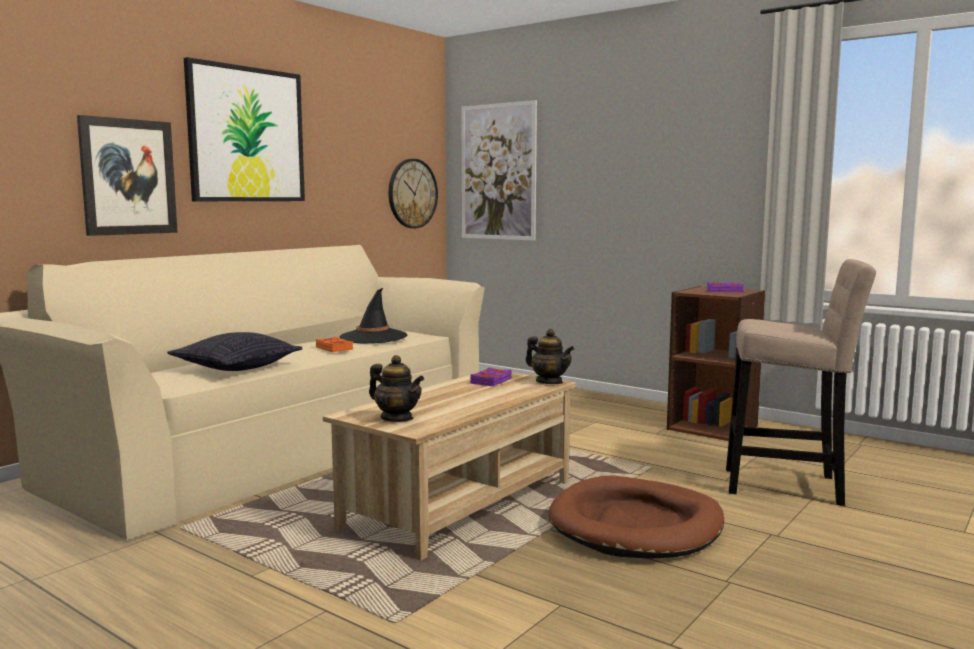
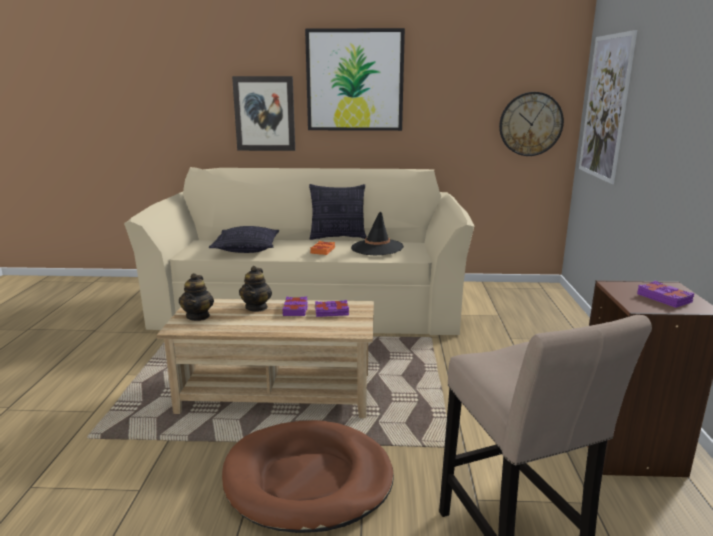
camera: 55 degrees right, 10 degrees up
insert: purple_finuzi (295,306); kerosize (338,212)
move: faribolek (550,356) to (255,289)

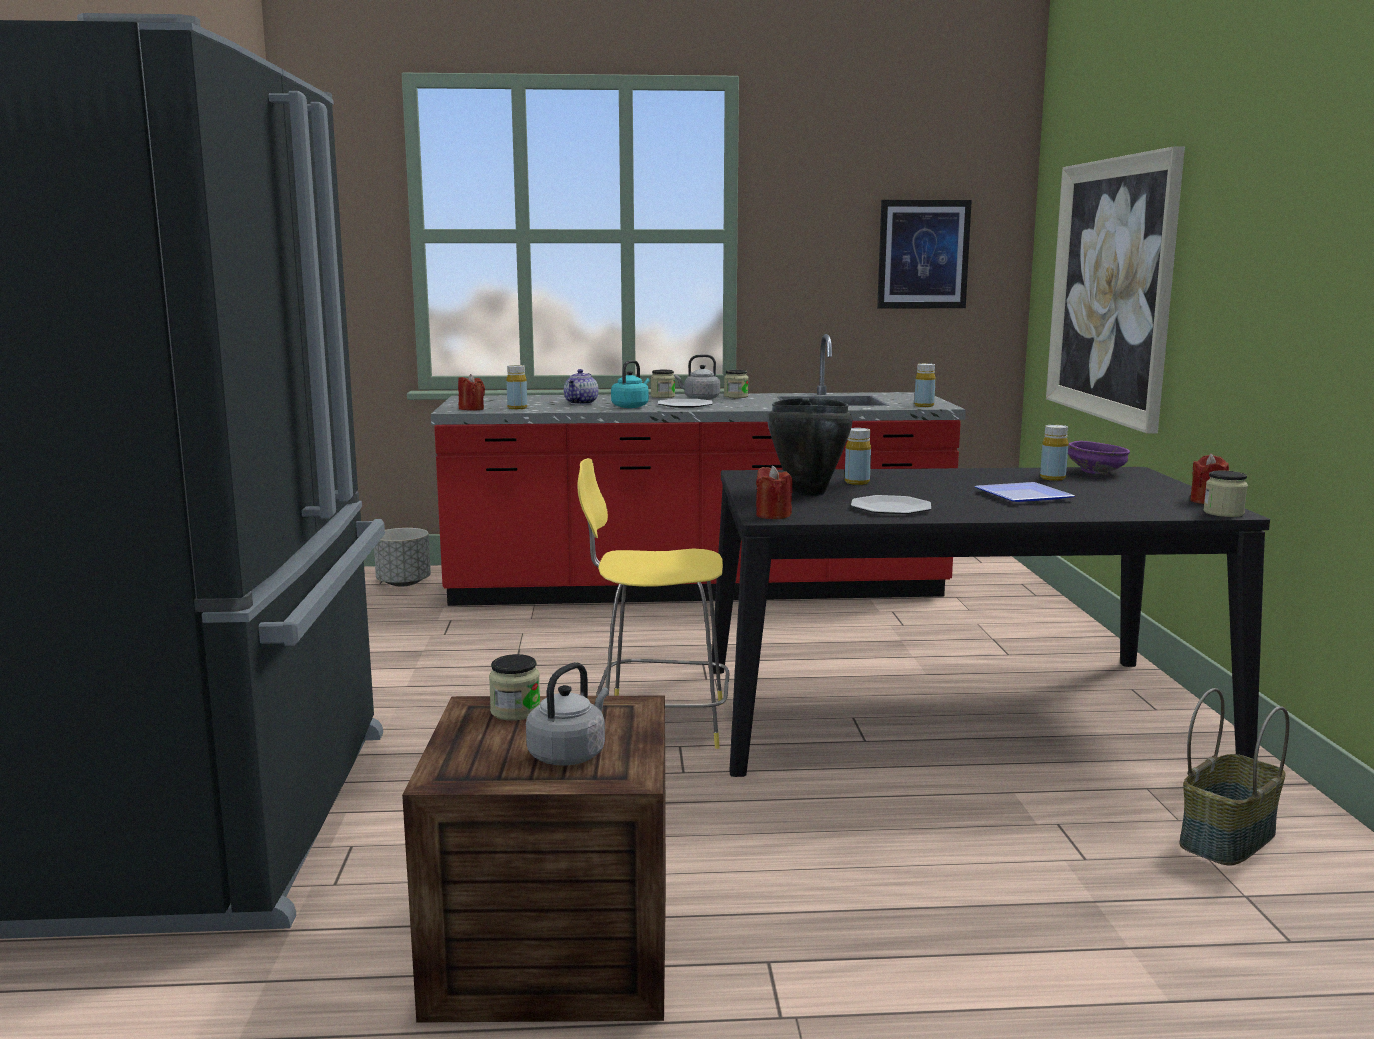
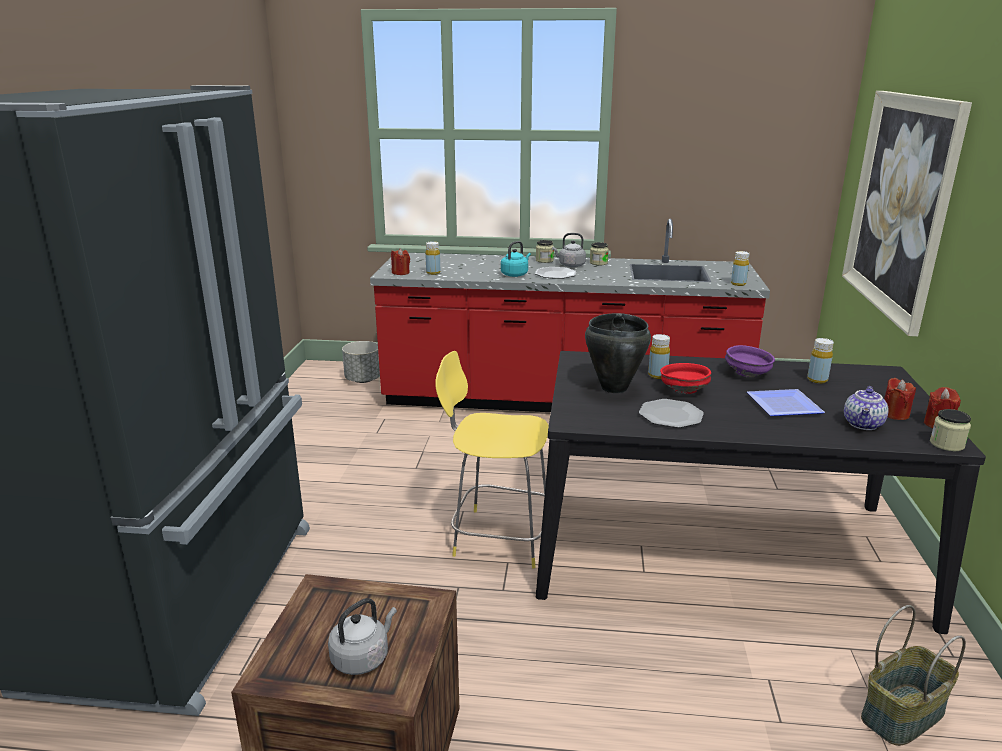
camera: 10 degrees right, 10 degrees up
delete: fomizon (514,687); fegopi (924,254)
insert: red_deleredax (685,378)
move: faribolek (581,387) to (866,408); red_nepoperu (774,492) to (900,399); purple_deleredax (1099,458) to (750,361)

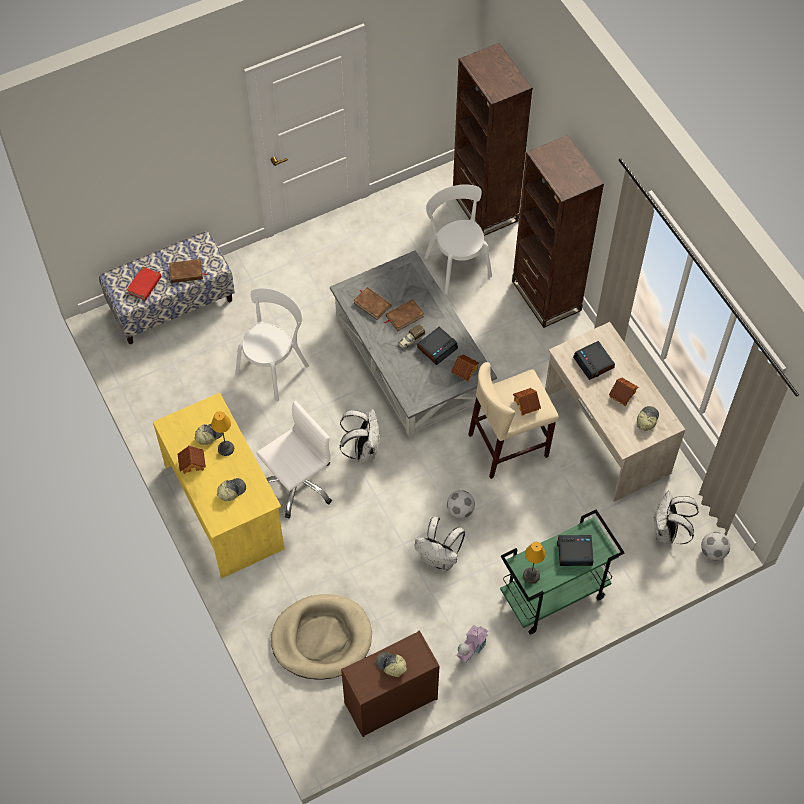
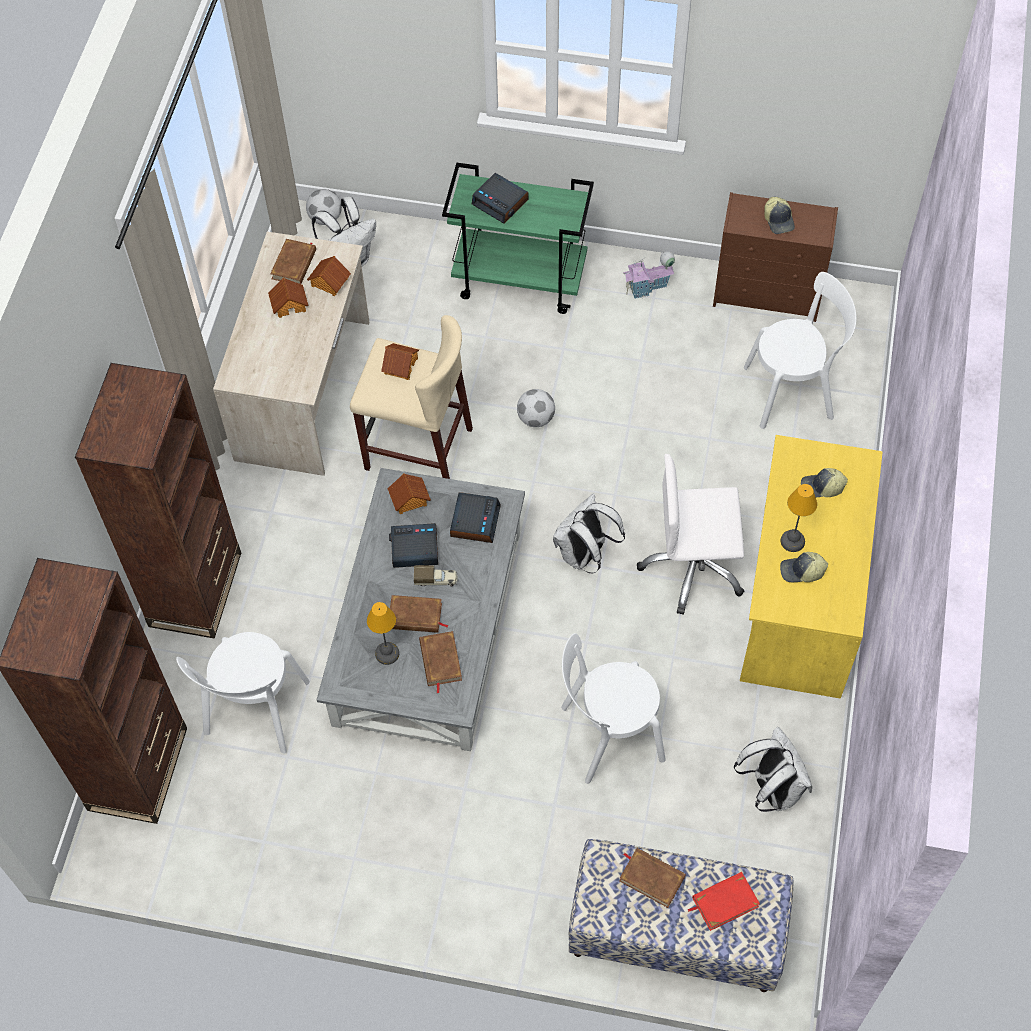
camera: 140 degrees left, 0 degrees up
move: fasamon (192,459) to (329,276); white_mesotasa (439,544) to (773,769); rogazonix (534,563) to (383,633); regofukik (594,360) to (475,517)
replace: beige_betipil (321,636) to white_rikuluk (800,350); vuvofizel (648,418) to brown_finuzi (293,261)

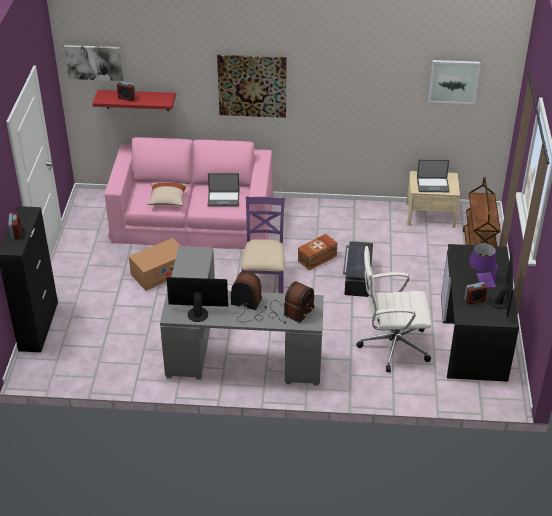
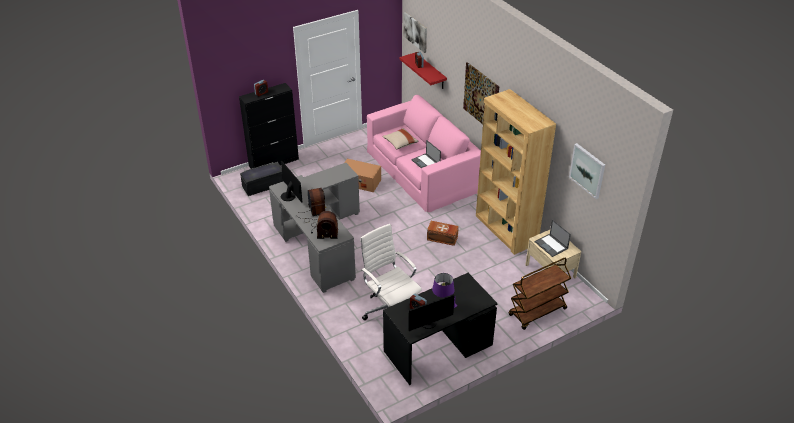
camera: 55 degrees right, 0 degrees up
delete: purple_rikuluk (263,244)
insert: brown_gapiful (516,172)
move: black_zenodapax (358,269) to (261,179)

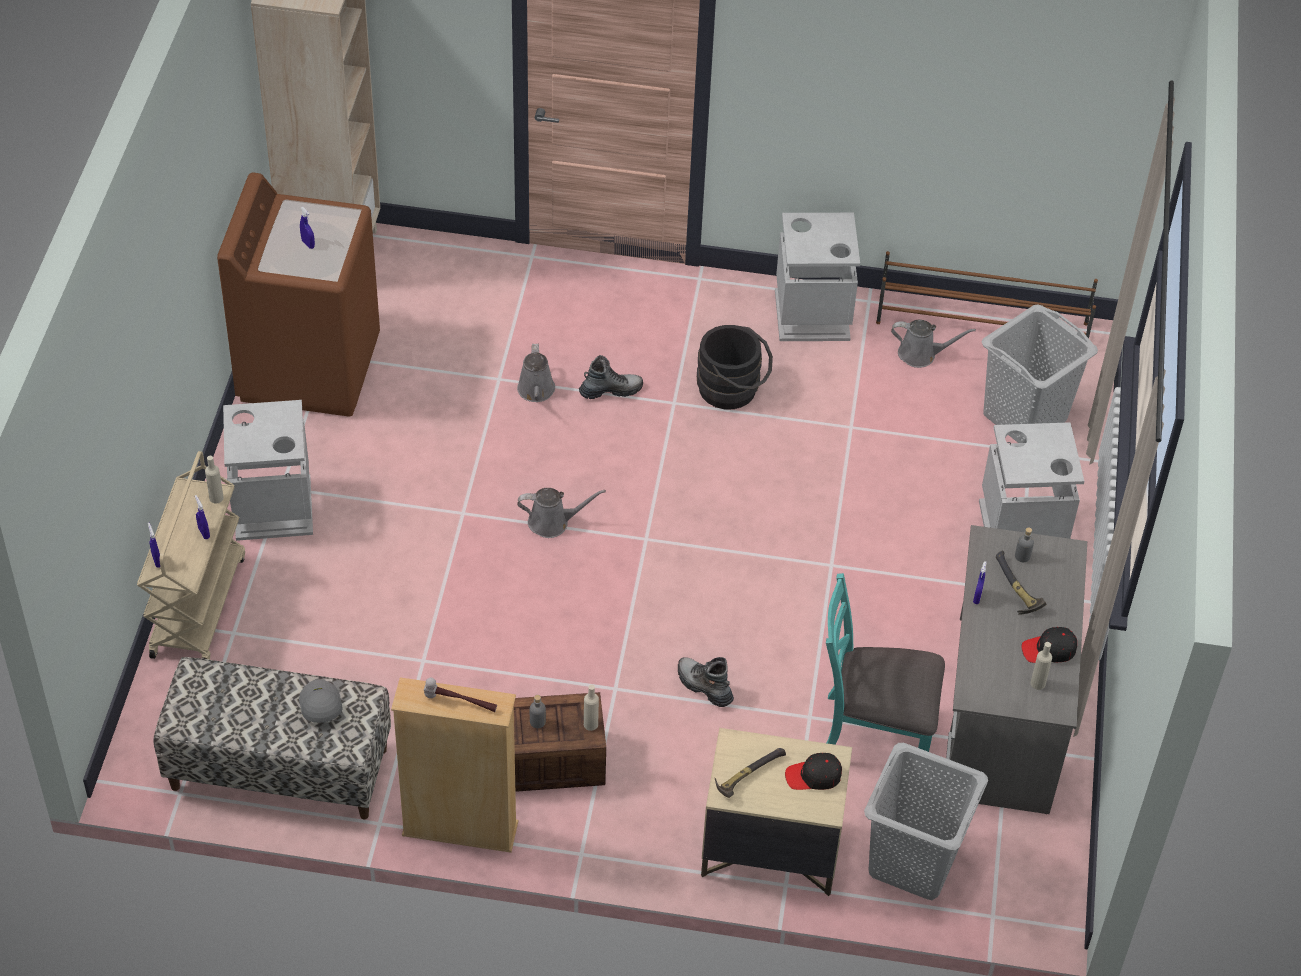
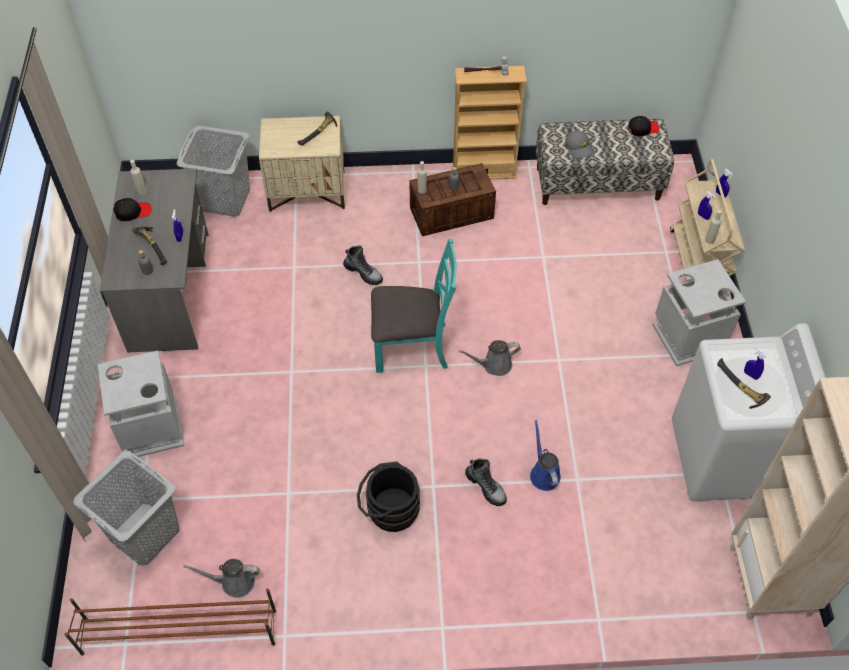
camera: 170 degrees right, 5 degrees up
delete: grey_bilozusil (817,277)
insert: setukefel (744,383)
move: black_vuvofizel (813,771) to (643,126); turquoise_rikuluk (885,662) to (414,306)
recolor: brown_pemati (298,295) to white_pemati (749,412); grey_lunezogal (536,373) to blue_lunezogal (545,455)
rotate: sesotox (611,377) = (486,482) 105 degrees counterclockwise

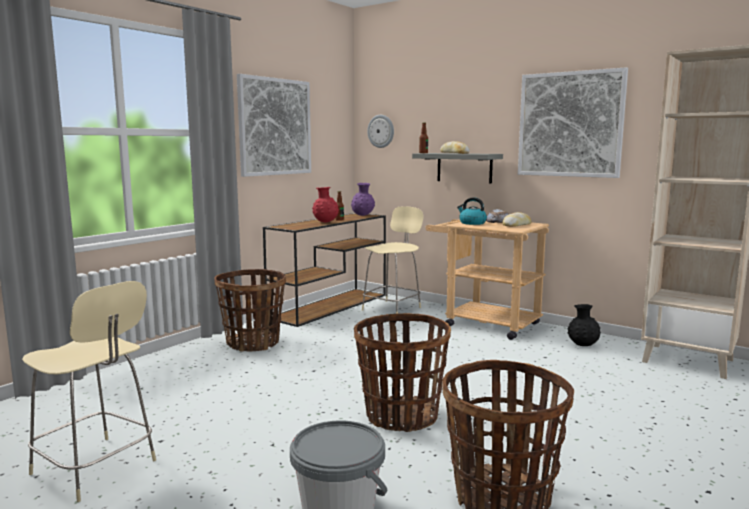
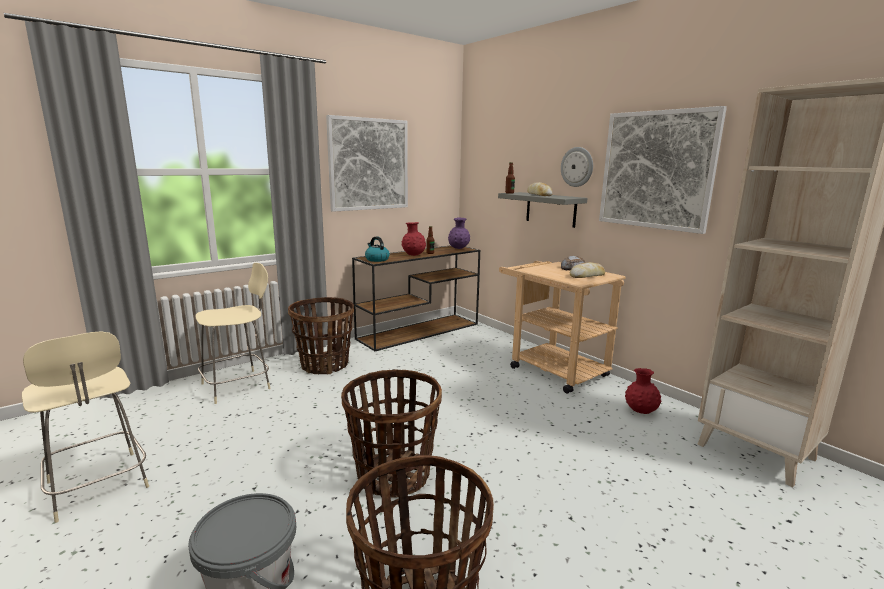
camera: 15 degrees right, 5 degrees up
move: beige_rikuluk (393,259) to (233,333); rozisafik (380,131) to (577,167); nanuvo (472,211) to (377,249)
recolor: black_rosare (584,325) to red_rosare (643,391)

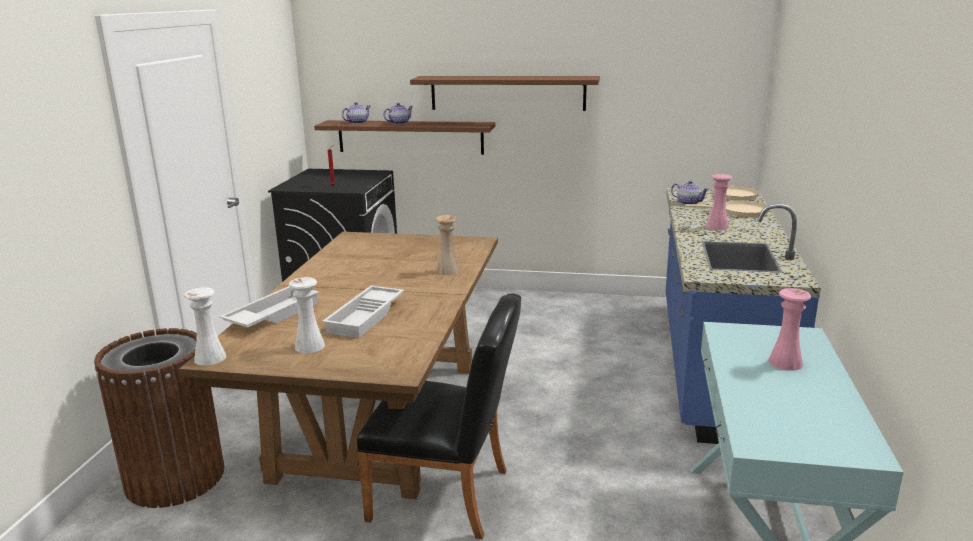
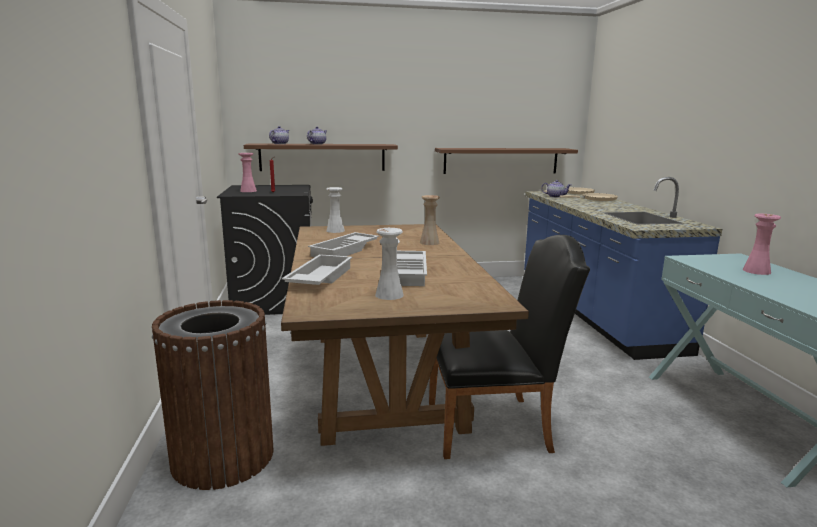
camera: 20 degrees left, 5 degrees down
insert: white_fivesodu (343,244)
move: white_rosare (205,326) to (335,210); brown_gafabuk (505,93) to (506,161); pink_rosare (719,202) to (248,172)

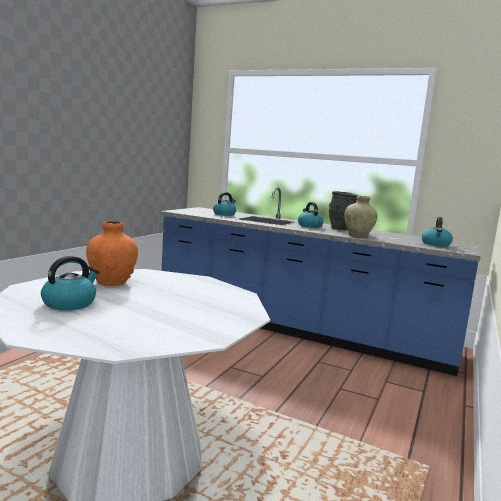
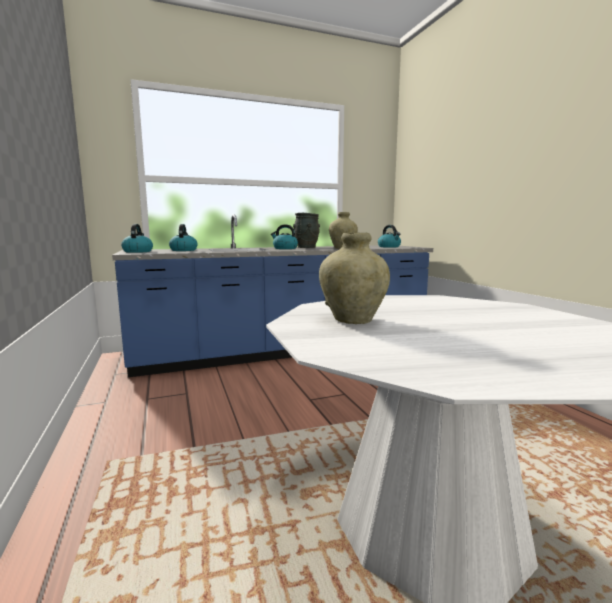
camera: 45 degrees left, 0 degrees up
move: nanuvo (70,283) to (137,238)
recolor: orange_rosare (112,253) to beige_rosare (354,278)

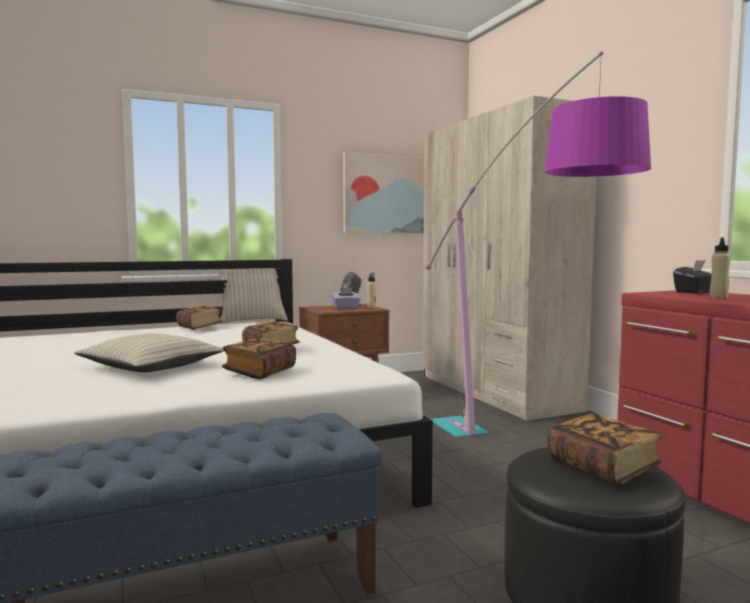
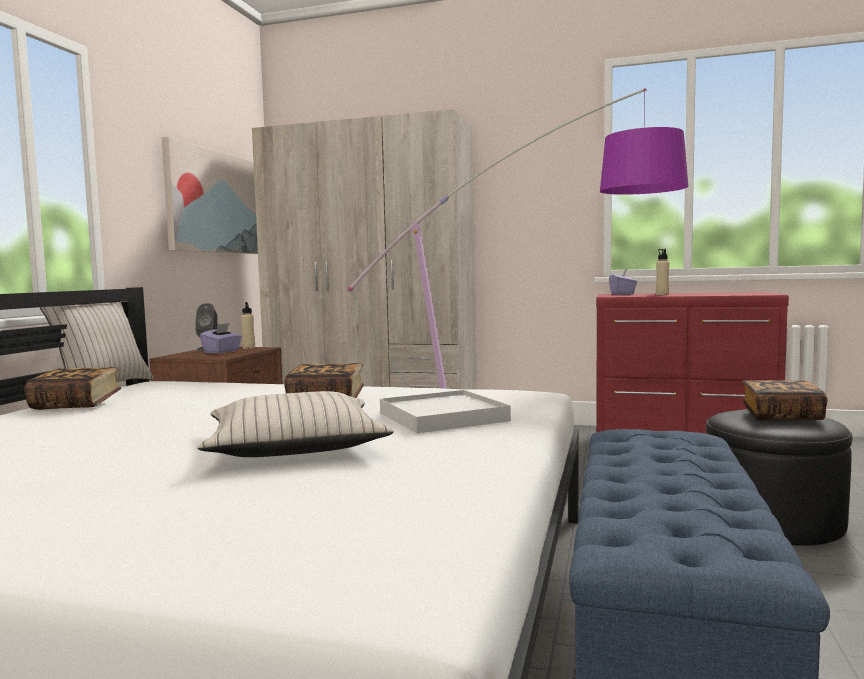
camera: 50 degrees left, 0 degrees up
replace: finuzi (259,358) to white_fivesodu (445,411)
recolor: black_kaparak (692,277) to purple_kaparak (623,281)

